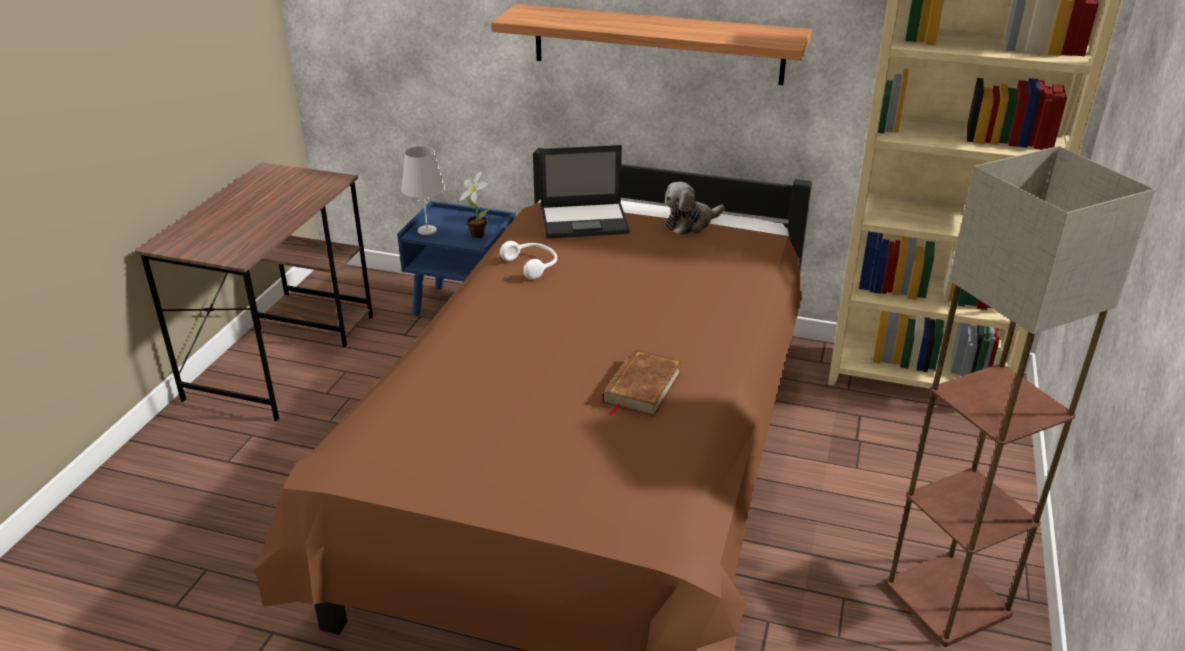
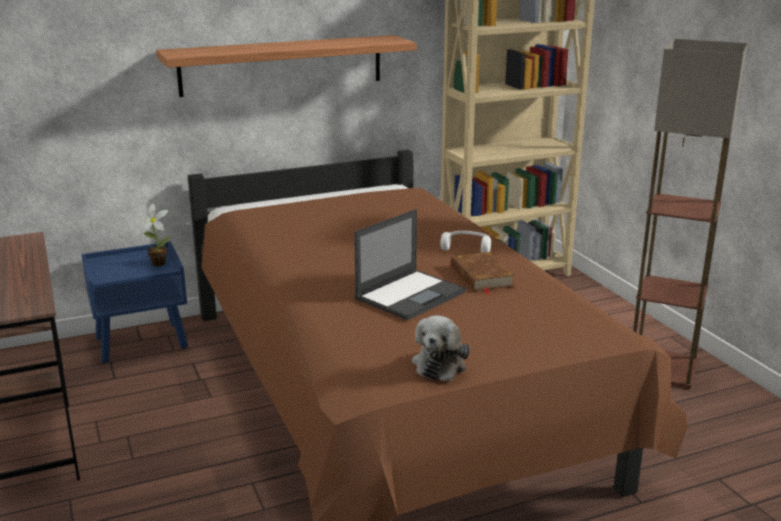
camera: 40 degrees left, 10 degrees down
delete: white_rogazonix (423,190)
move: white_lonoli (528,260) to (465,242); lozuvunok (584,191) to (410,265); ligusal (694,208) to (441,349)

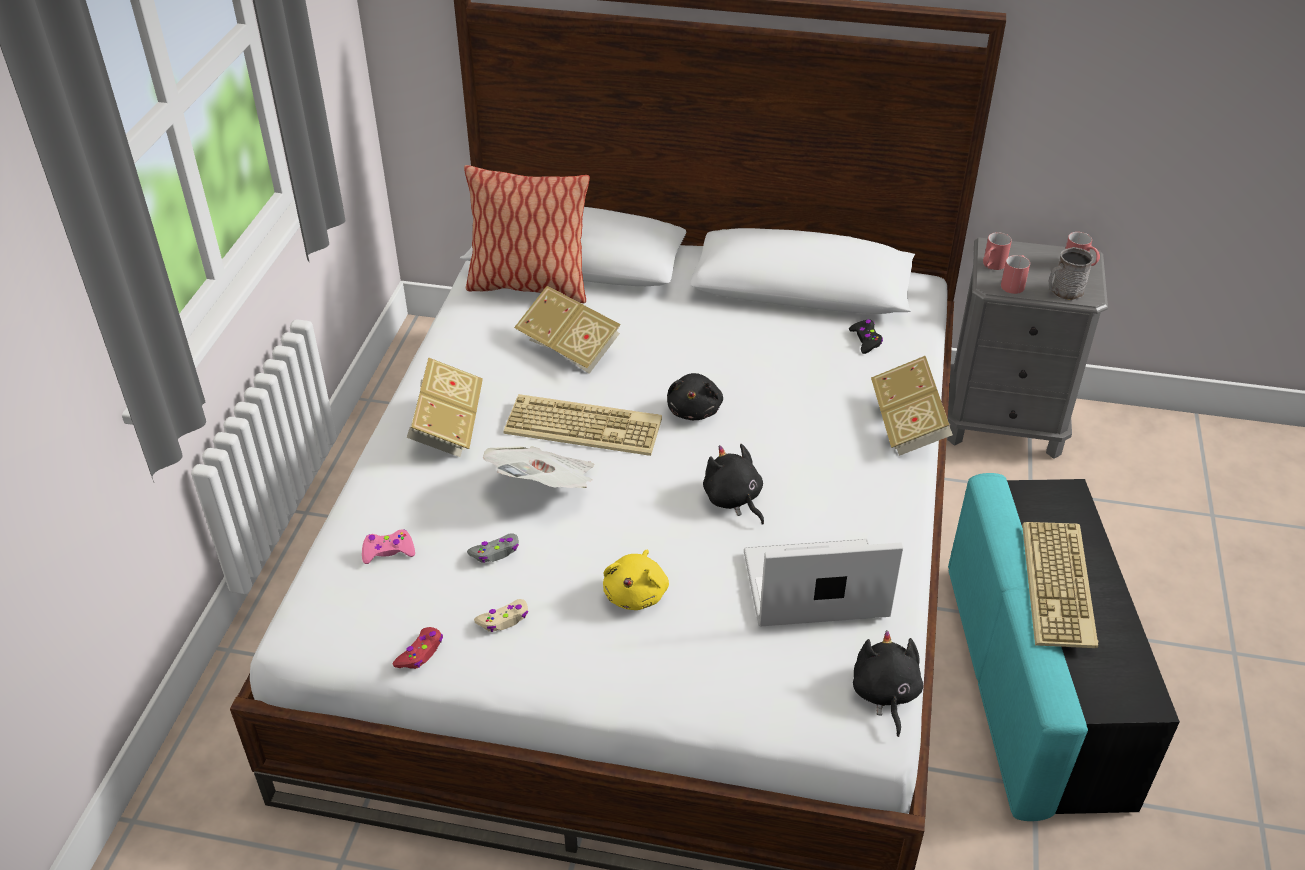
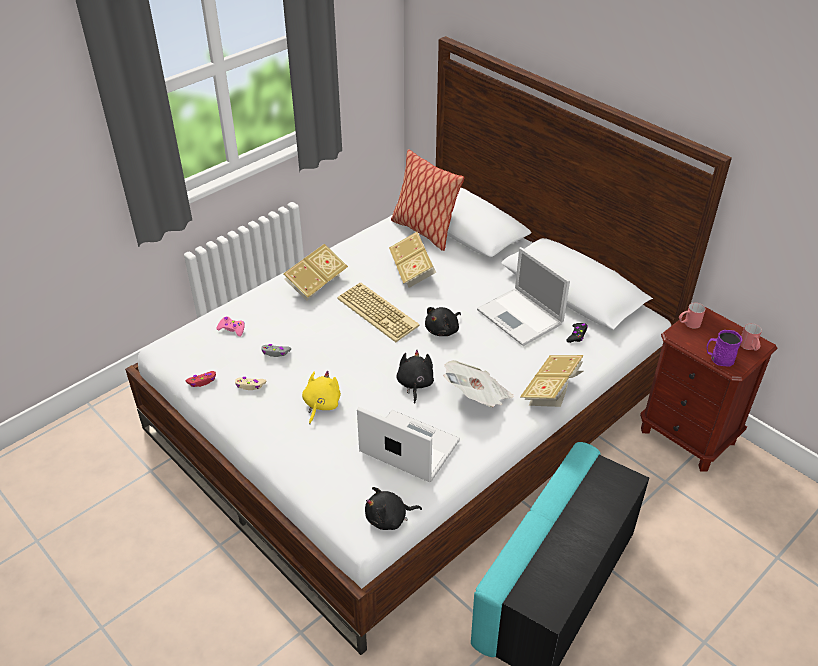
camera: 35 degrees right, 0 degrees up
delete: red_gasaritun (1015,274); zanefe (1060,585)
insert: lozuvunok (523,296)
move: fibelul (538,467) to (478,383)
recolor: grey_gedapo (1027,348) to brown_gedapo (708,389); grey_gasaritun (1071,274) to purple_gasaritun (724,348)
rotate: yellow_ligusal (636,580) = (321,397) 150 degrees clockwise; black_ligusal (888,683) = (393,508) 135 degrees counterclockwise

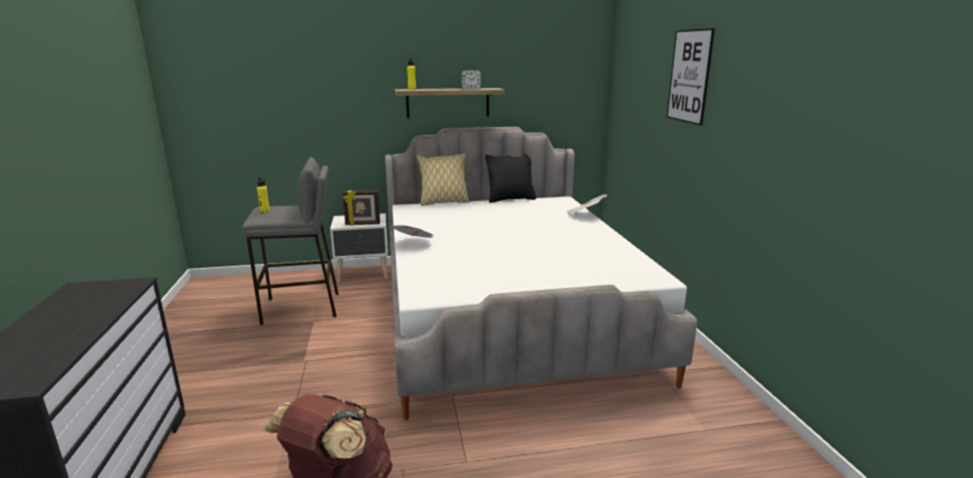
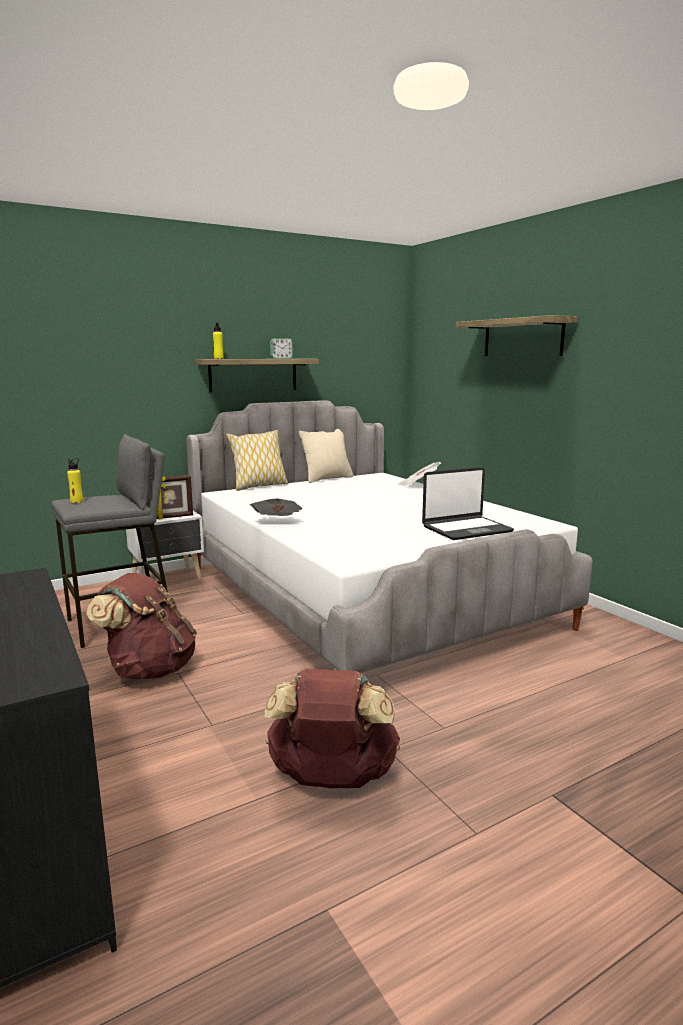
camera: 20 degrees left, 5 degrees down
insert: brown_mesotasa (141,626); lozuvunok (468,503)
replace: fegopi (691,76) to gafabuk (517,335)
recolor: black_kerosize (510,178) to beige_kerosize (326,456)

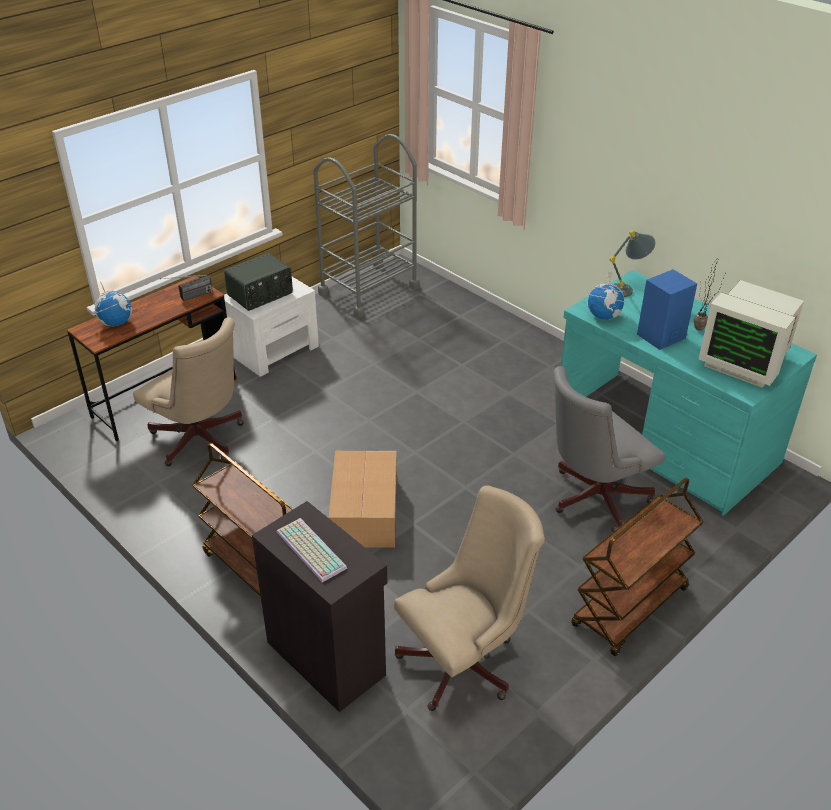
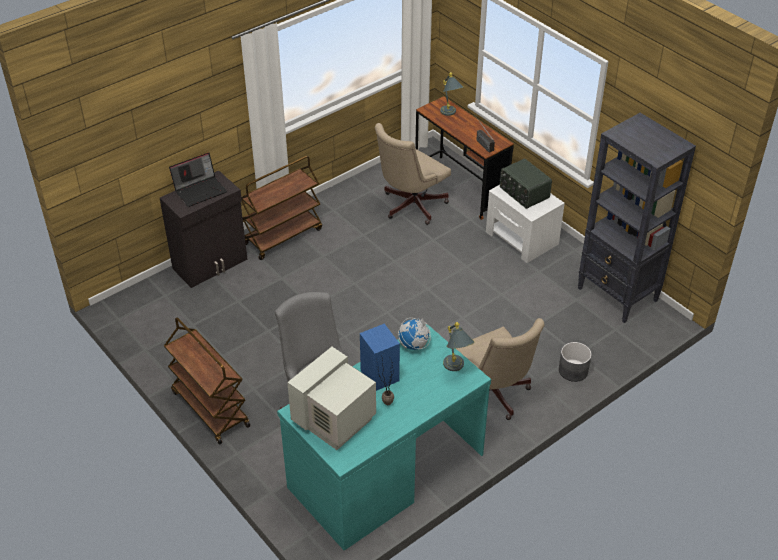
camera: 95 degrees right, 5 degrees up
delete: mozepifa (362,499)
insert: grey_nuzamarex (575,362)
move: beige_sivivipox (469,598) to (500,369)
replace: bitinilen (112,304) to grey_rogazonix (452,94); zanefe (312,550) to lozuvunok (198,179); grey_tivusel (366,226) to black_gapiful (637,218)

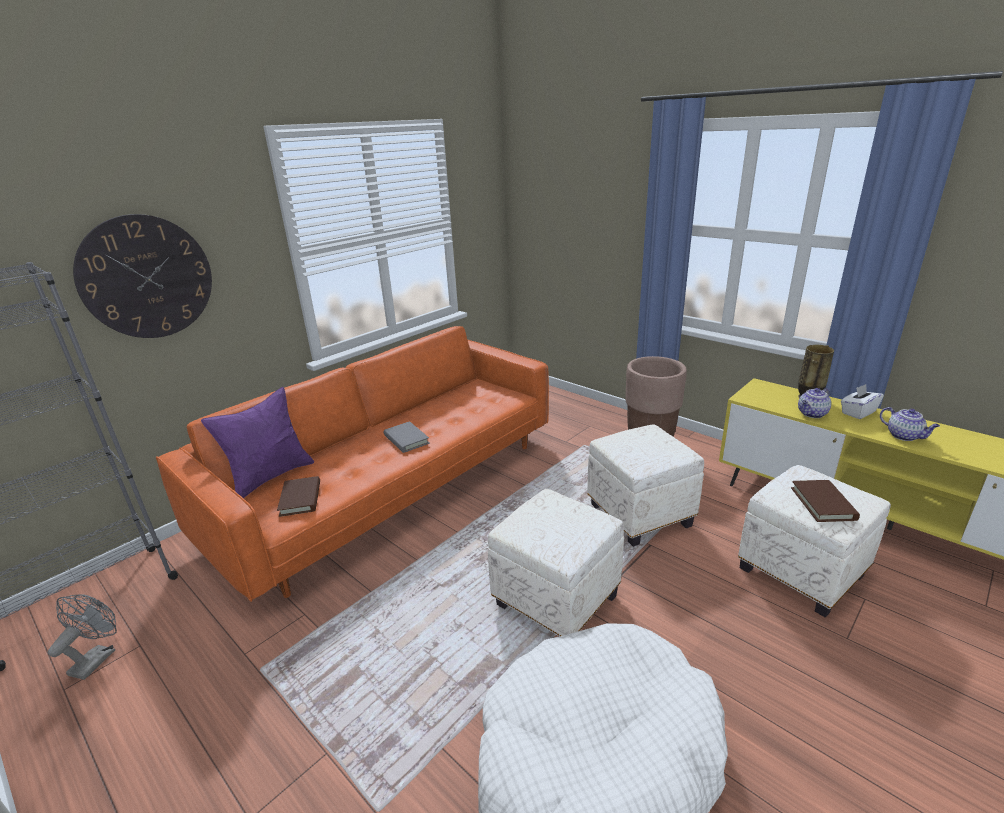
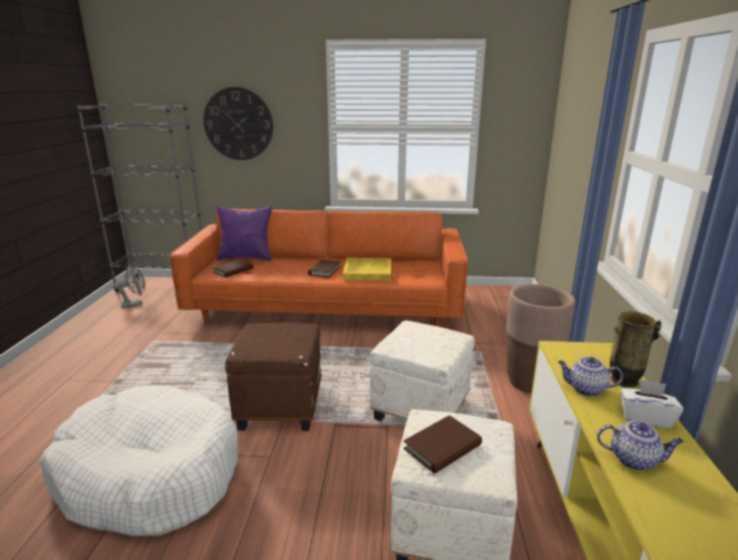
camera: 50 degrees right, 5 degrees down
insert: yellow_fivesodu (366,269)
recolor: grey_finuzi (407,437) to brown_finuzi (324,269); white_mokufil (556,562) to brown_mokufil (273,377)
rotate: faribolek (910,424) = (640,446) 90 degrees counterclockwise

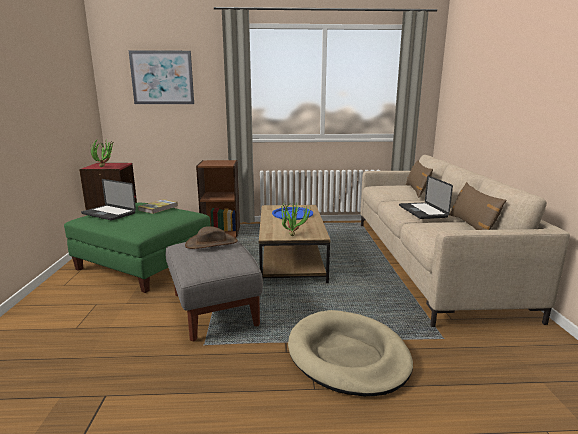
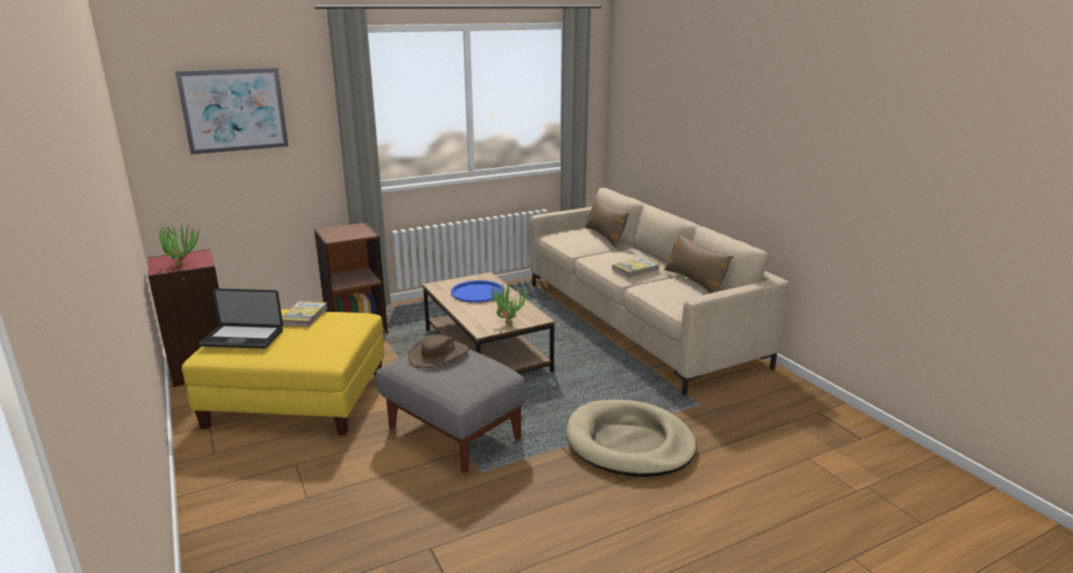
camera: 25 degrees left, 5 degrees up
replace: lozuvunok (426,197) to finuzi (636,267)
recolor: green_mokufil (137,248) to yellow_mokufil (283,372)

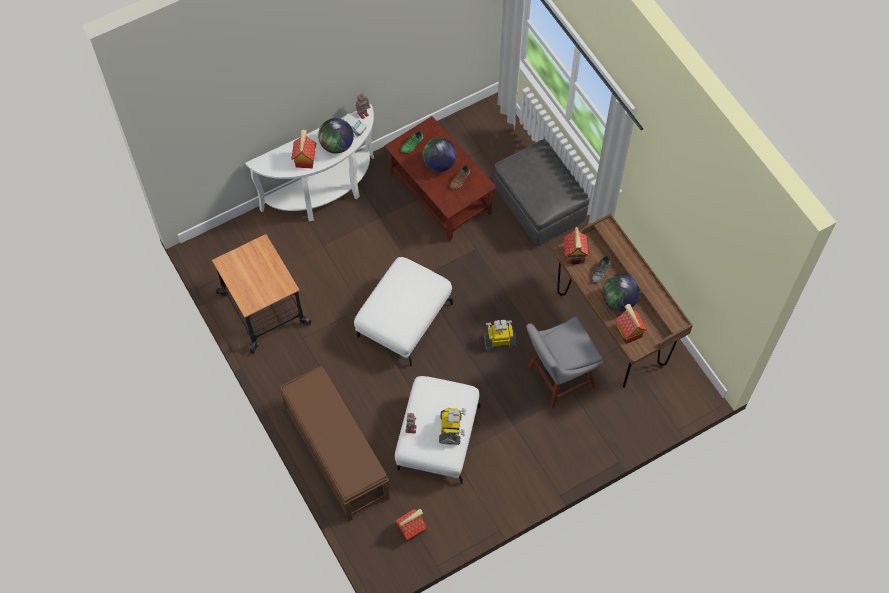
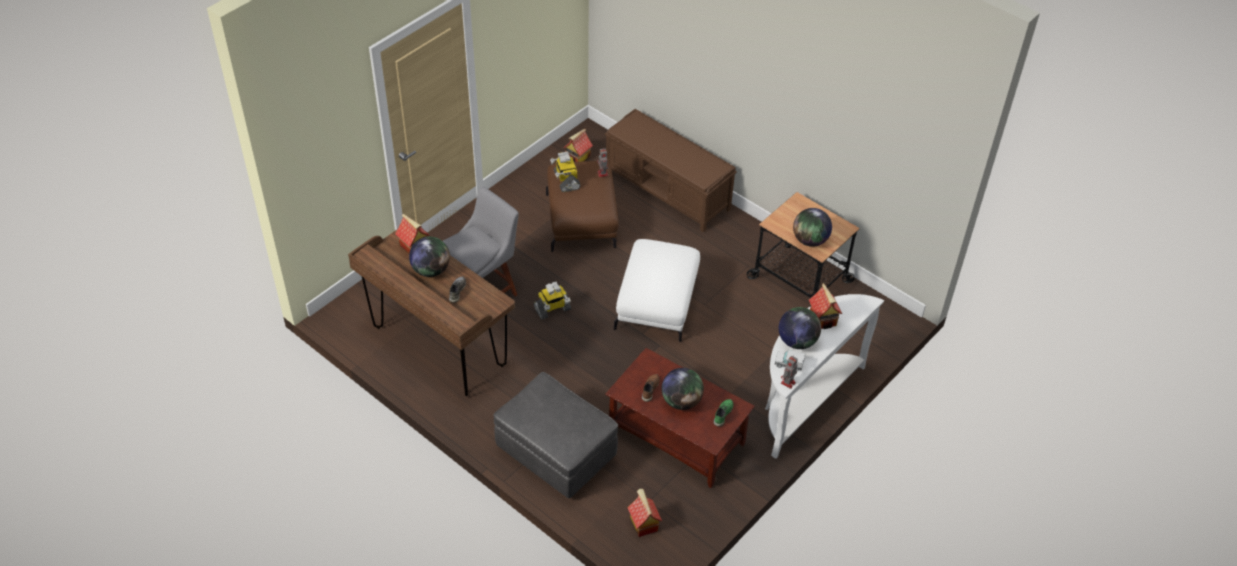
camera: 160 degrees right, 15 degrees down
insert: bitinilen (812,227)
move: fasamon (576,245) to (645,513)
recolor: white_mokufil (438,430) to brown_mokufil (582,206)

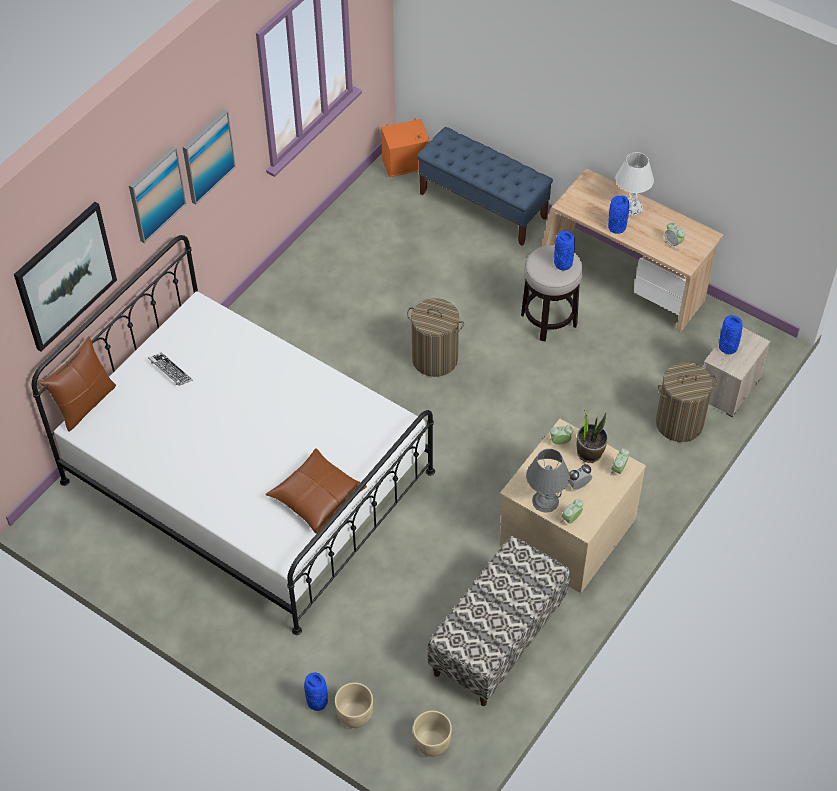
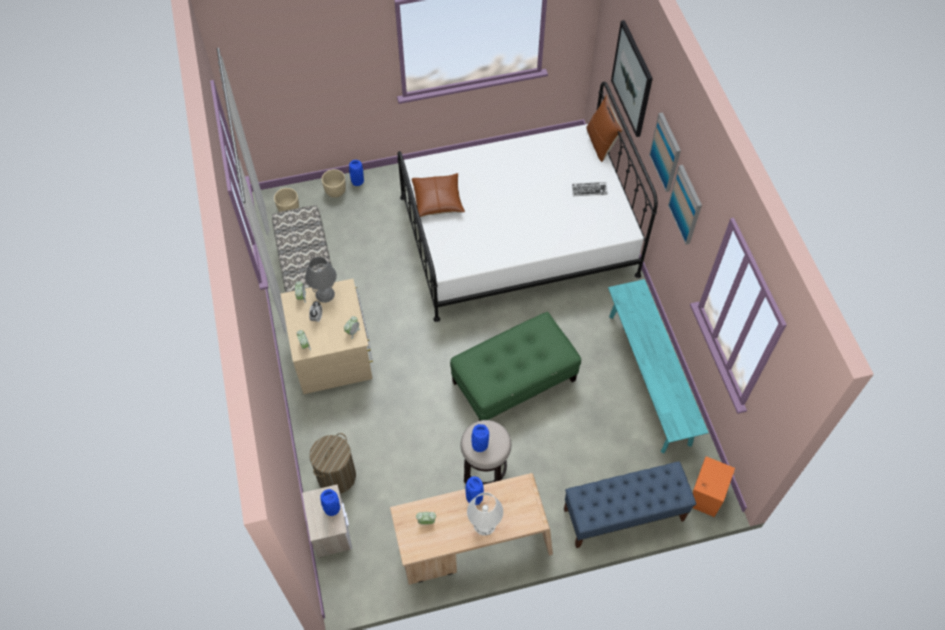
camera: 130 degrees right, 5 degrees up
delete: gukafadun (592,436)
insert: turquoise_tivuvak (658,366)
replace: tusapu (435,337) to green_mokufil (515,366)

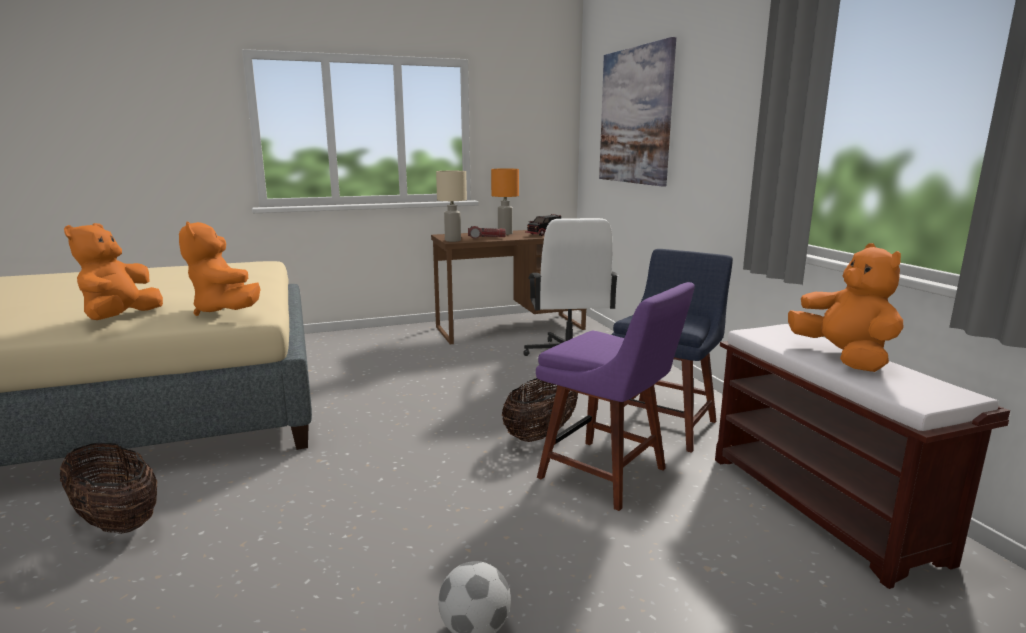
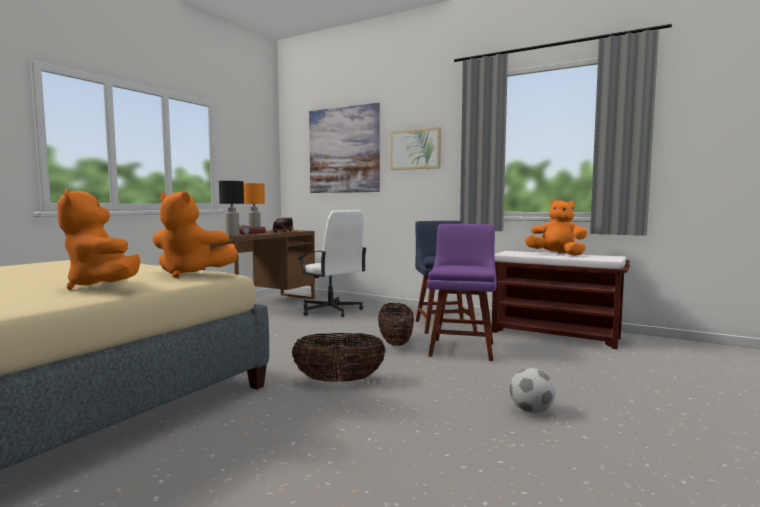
camera: 40 degrees left, 10 degrees down
insert: fegopi (415,148)
move: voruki (108,488) to (339,357)
recolor: beige_rogazonix (451,206) to black_rogazonix (231,208)
rotate: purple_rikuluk (615,396) = (462,292) 75 degrees counterclockwise

